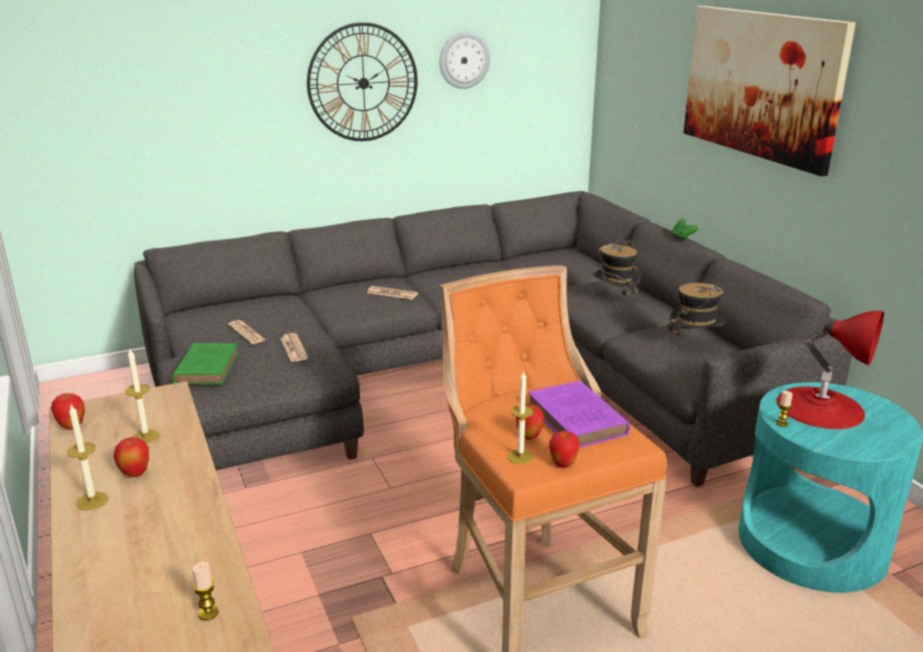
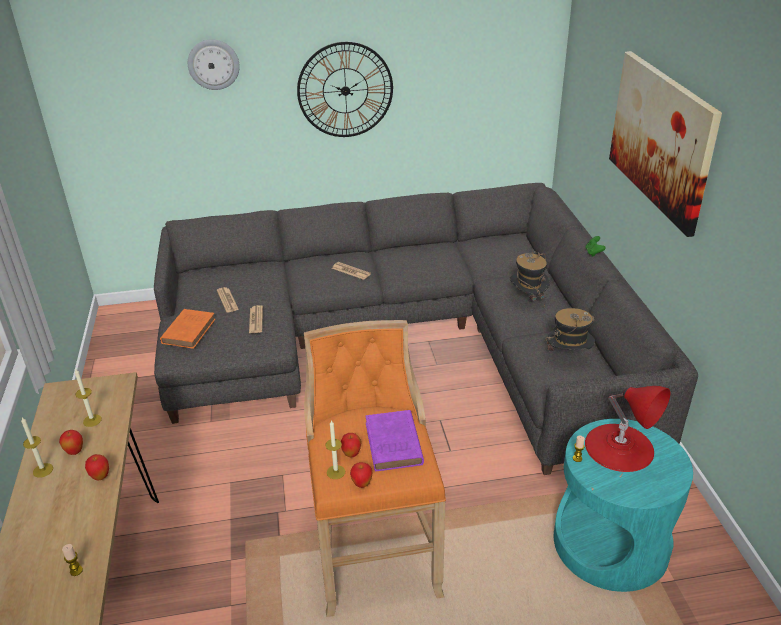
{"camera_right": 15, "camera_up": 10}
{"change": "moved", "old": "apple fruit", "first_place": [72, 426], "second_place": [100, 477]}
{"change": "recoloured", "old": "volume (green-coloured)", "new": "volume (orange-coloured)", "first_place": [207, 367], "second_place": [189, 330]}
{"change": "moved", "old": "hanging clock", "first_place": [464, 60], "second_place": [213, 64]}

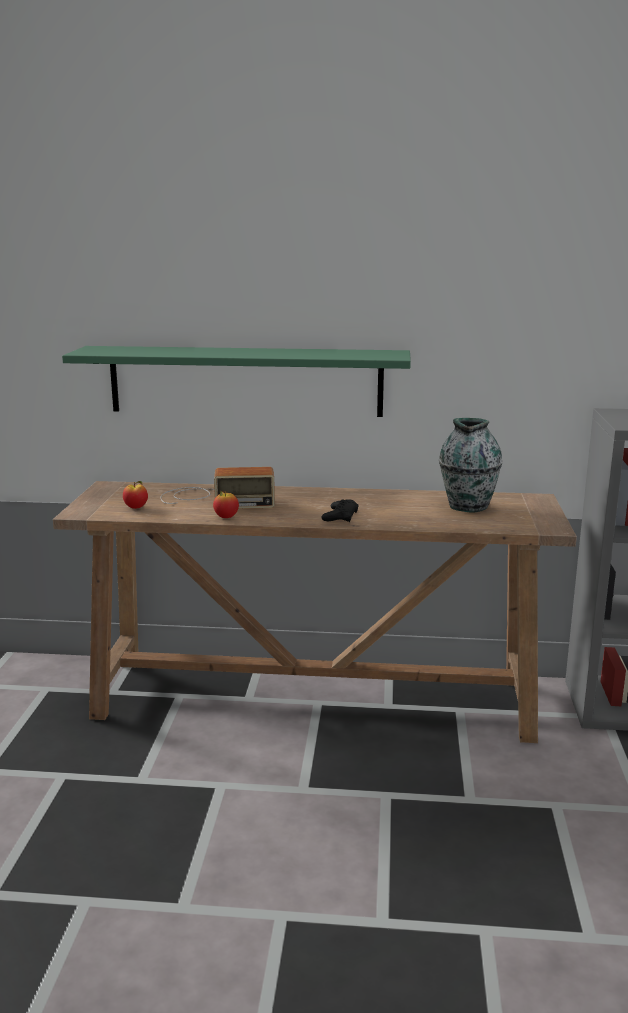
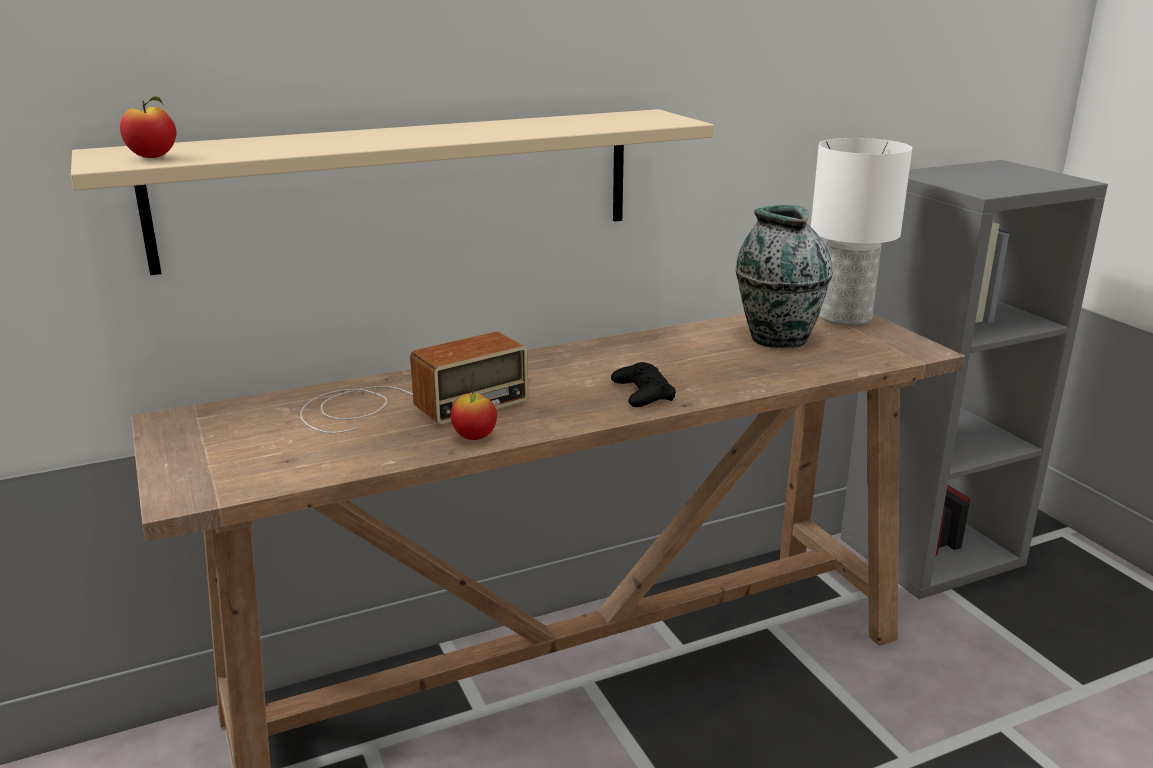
{"camera_right": -30, "camera_up": 5}
{"change": "recoloured", "old": "shelf (green-coloured)", "new": "shelf (beige-coloured)", "first_place": [245, 381], "second_place": [403, 187]}
{"change": "moved", "old": "apple fruit", "first_place": [136, 508], "second_place": [153, 157]}
{"change": "added", "new": "table lamp (whitish)", "second_place": [846, 317]}

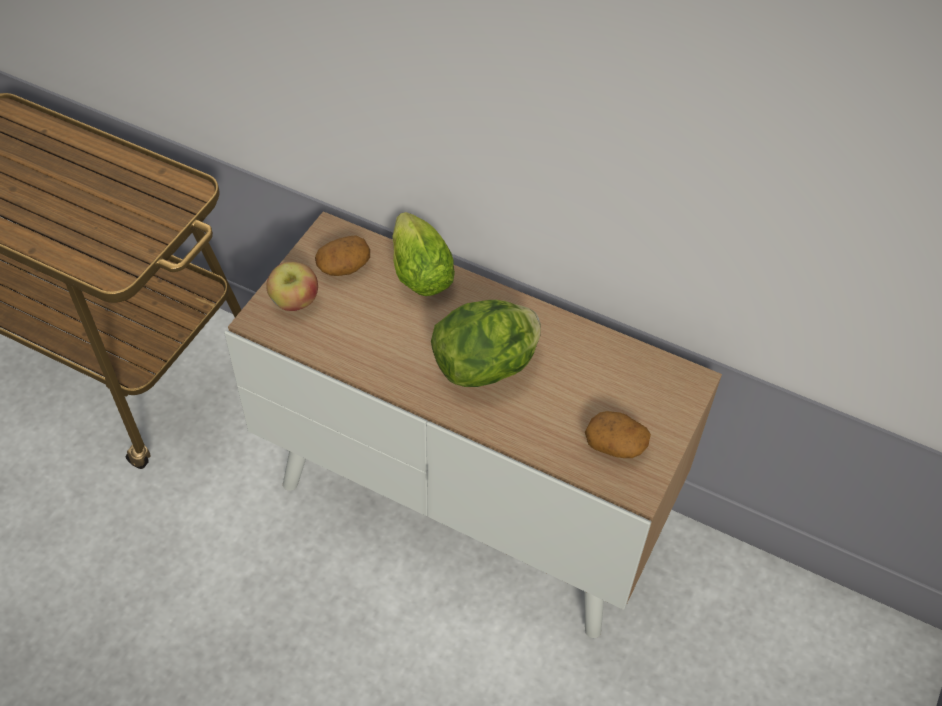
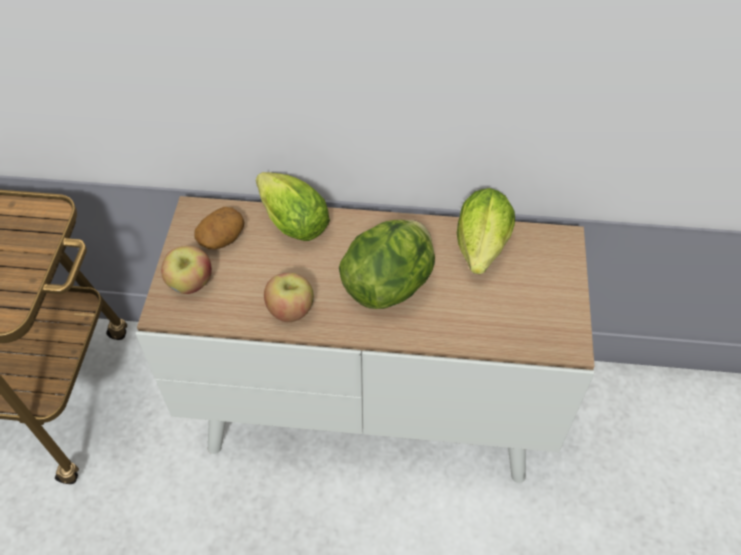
{"camera_right": -20, "camera_up": 0}
{"change": "removed", "old": "potato", "first_place": [616, 444]}
{"change": "added", "new": "apple fruit", "second_place": [291, 310]}
{"change": "added", "new": "head of lettuce", "second_place": [480, 251]}

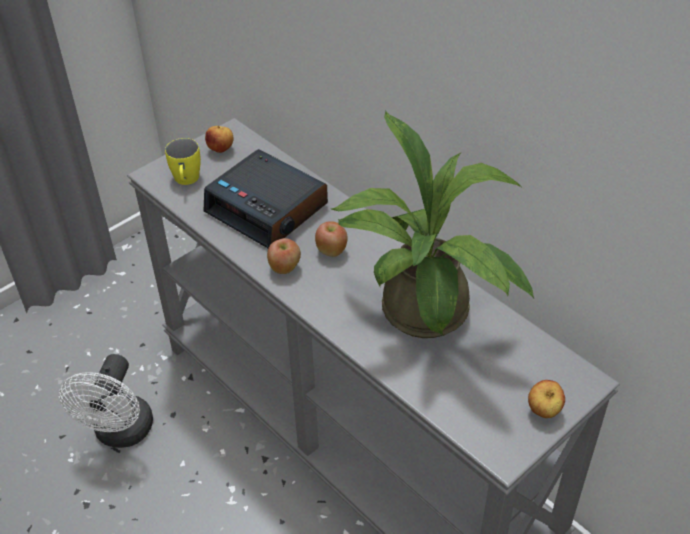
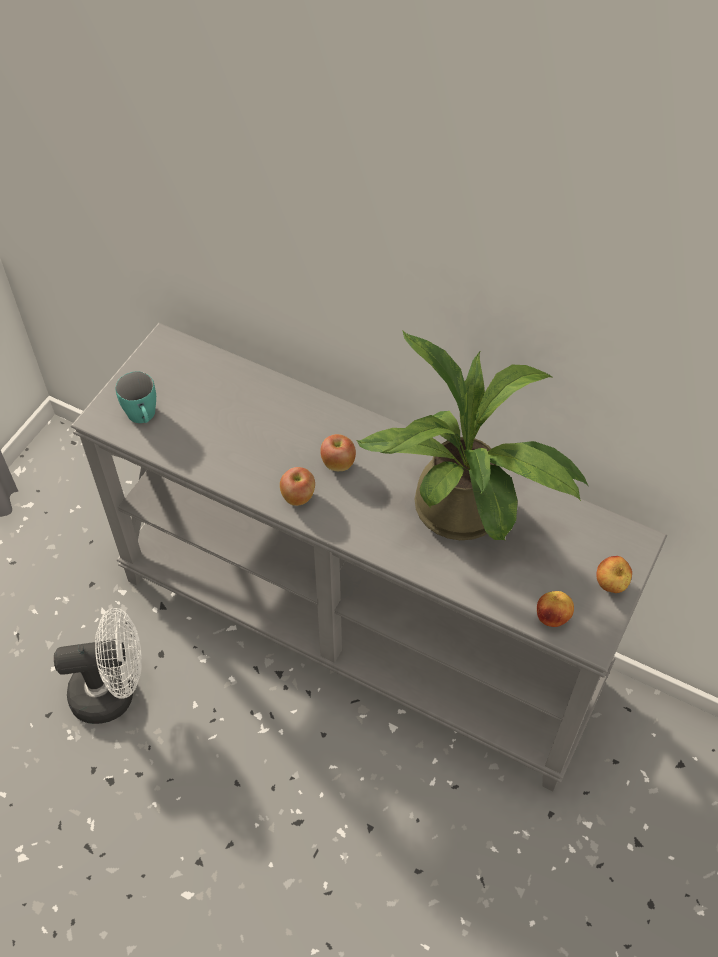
{"camera_right": -20, "camera_up": 10}
{"change": "turned", "old": "electric fan (whitish)", "first_place": [121, 433], "second_place": [113, 692], "degrees": -90}
{"change": "recoloured", "old": "tea mug (yellowish)", "new": "tea mug (blue-green)", "first_place": [186, 181], "second_place": [143, 417]}
{"change": "removed", "old": "bedside clock", "first_place": [268, 208]}
{"change": "moved", "old": "apple fruit", "first_place": [221, 149], "second_place": [552, 617]}

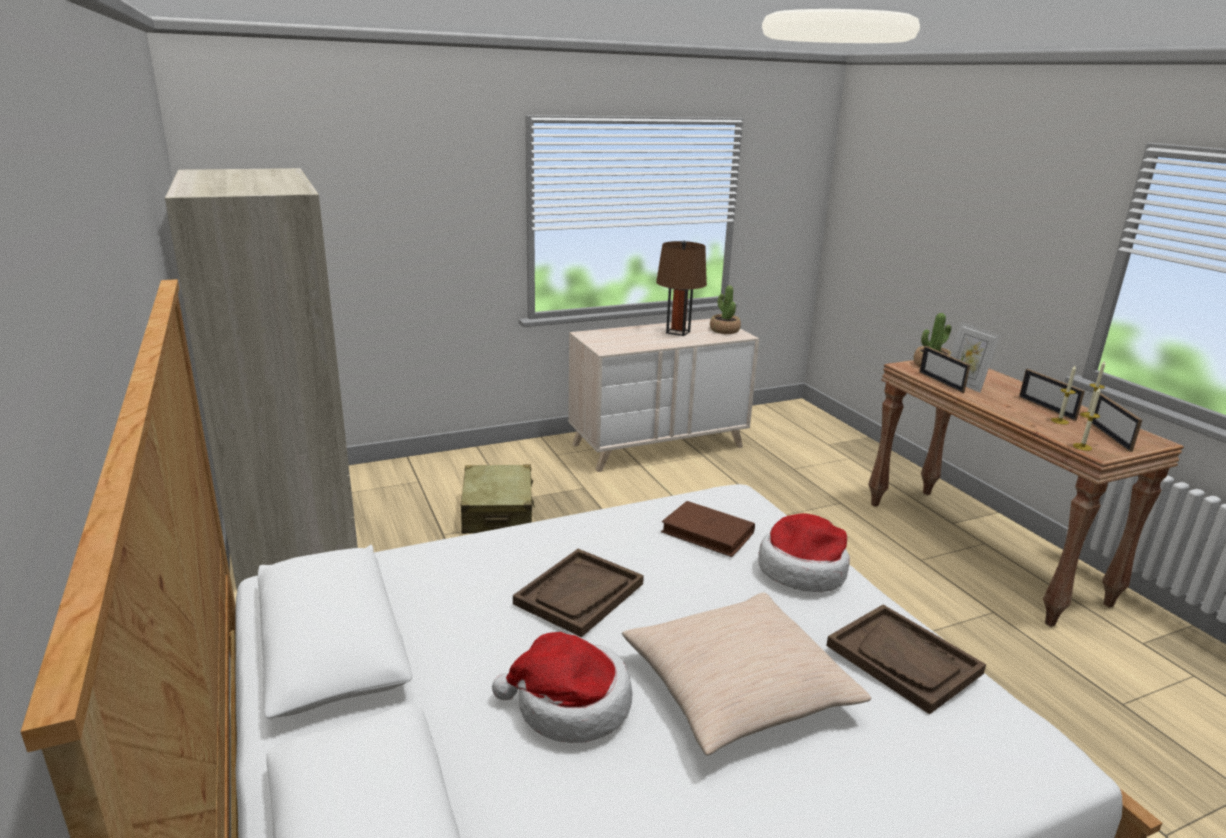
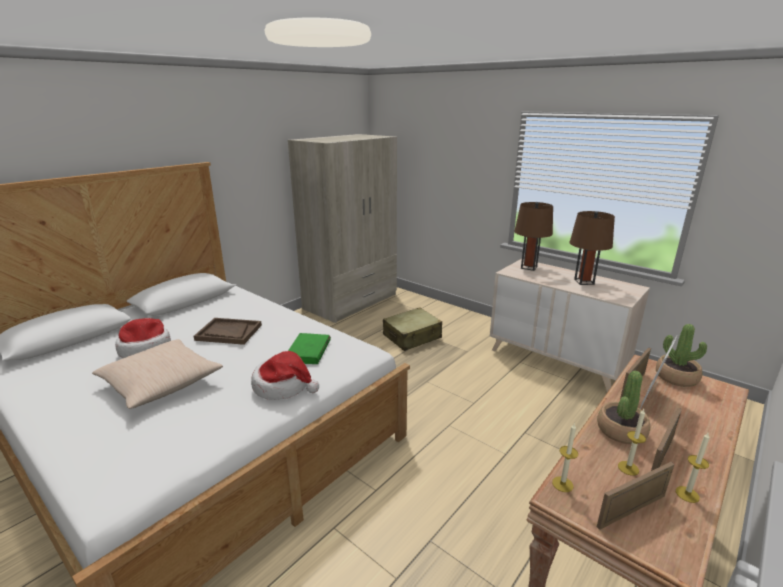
{"camera_right": 65, "camera_up": 0}
{"change": "recoloured", "old": "volume (brownish)", "new": "volume (green-coloured)", "first_place": [708, 533], "second_place": [308, 351]}
{"change": "moved", "old": "plant in a pot", "first_place": [724, 330], "second_place": [621, 431]}
{"change": "removed", "old": "carrying tray (brownish)", "first_place": [903, 659]}
{"change": "added", "new": "table lamp (brownish)", "second_place": [528, 267]}

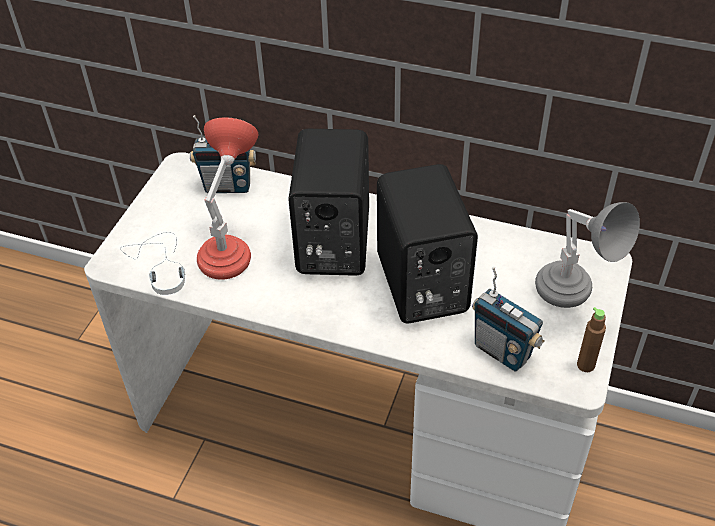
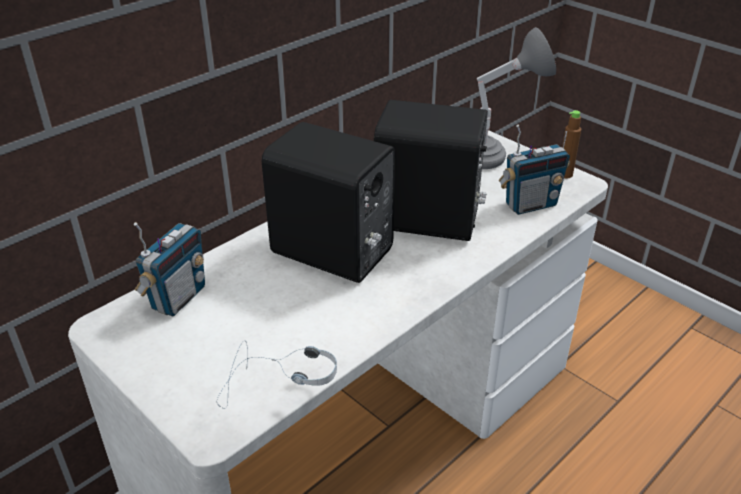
{"camera_right": -65, "camera_up": -10}
{"change": "removed", "old": "table lamp (reddish)", "first_place": [231, 249]}

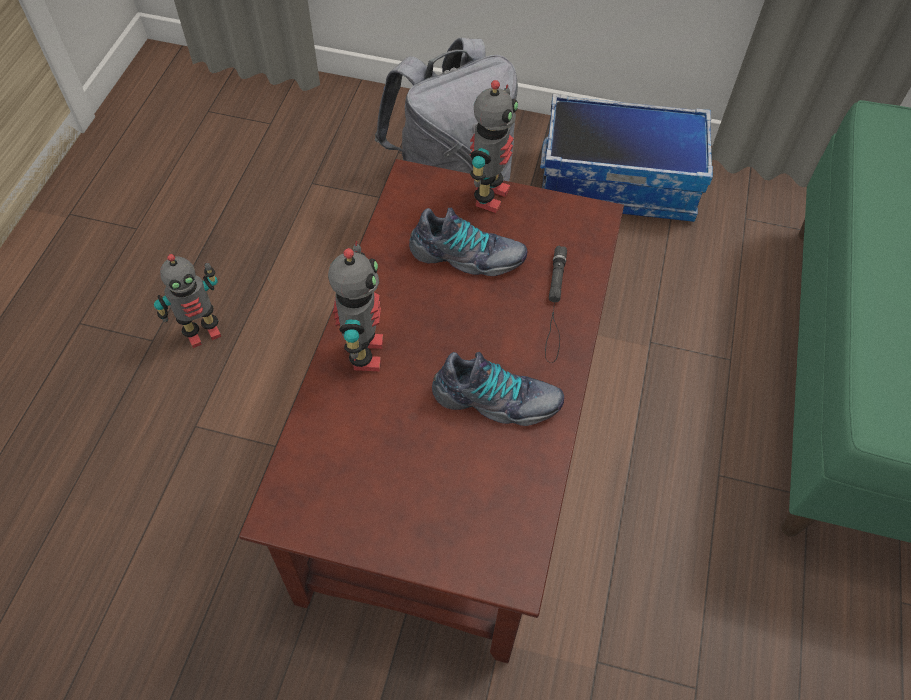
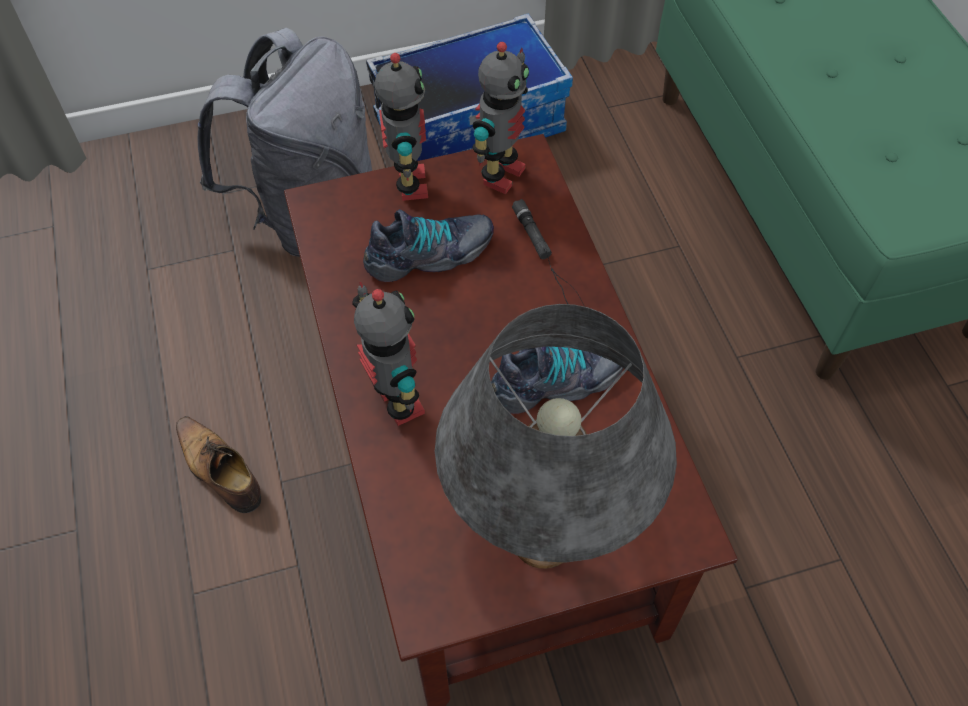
{"camera_right": -30, "camera_up": 0}
{"change": "moved", "old": "robot figure", "first_place": [202, 333], "second_place": [500, 175]}
{"change": "added", "new": "item of footwear", "second_place": [220, 470]}
{"change": "added", "new": "table lamp (grey)", "second_place": [542, 536]}

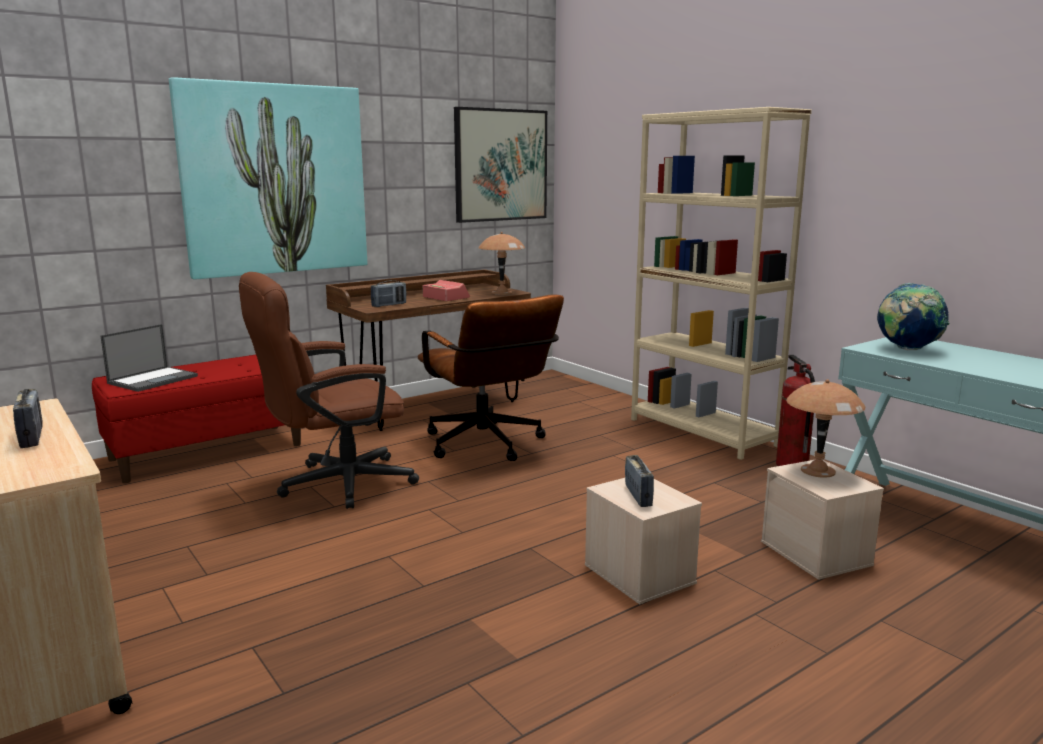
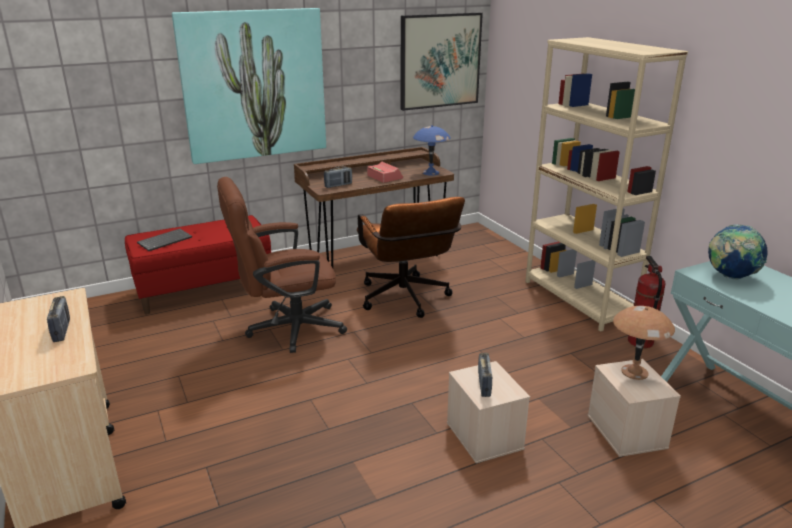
{"camera_right": 10, "camera_up": 10}
{"change": "replaced", "old": "laptop", "new": "keyboard", "first_place": [153, 379], "second_place": [165, 240]}
{"change": "recoloured", "old": "table lamp (brownish)", "new": "table lamp (blue-coloured)", "first_place": [501, 293], "second_place": [430, 172]}

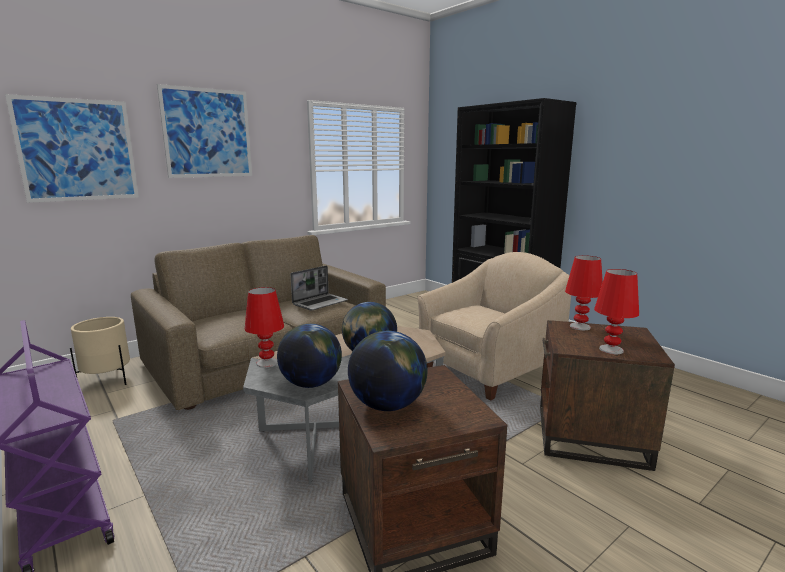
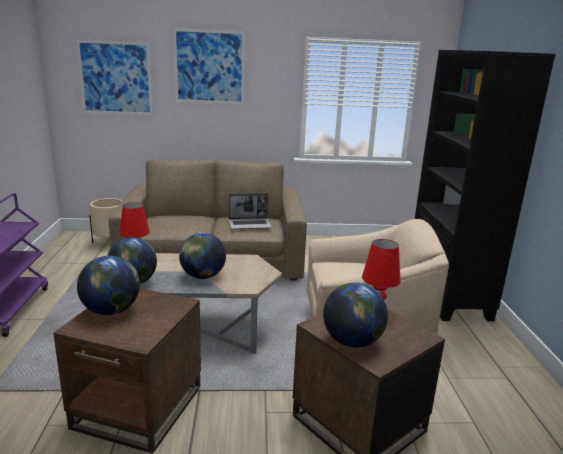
{"camera_right": 35, "camera_up": 5}
{"change": "replaced", "old": "table lamp (reddish)", "new": "globe", "first_place": [611, 349], "second_place": [352, 341]}

